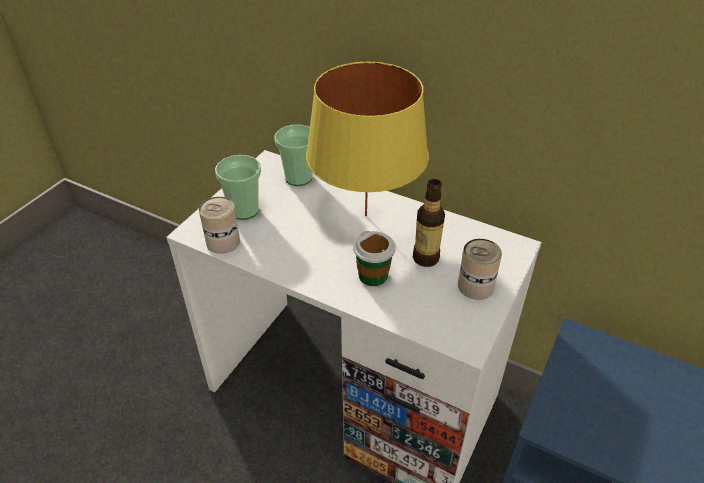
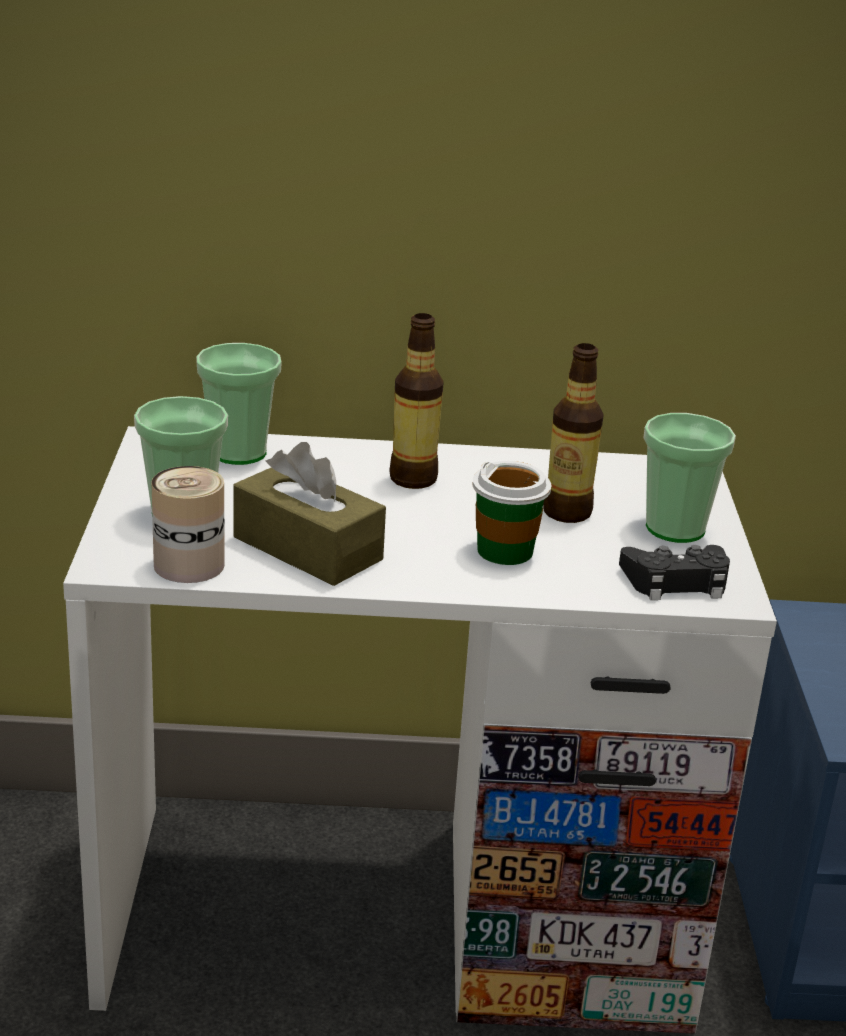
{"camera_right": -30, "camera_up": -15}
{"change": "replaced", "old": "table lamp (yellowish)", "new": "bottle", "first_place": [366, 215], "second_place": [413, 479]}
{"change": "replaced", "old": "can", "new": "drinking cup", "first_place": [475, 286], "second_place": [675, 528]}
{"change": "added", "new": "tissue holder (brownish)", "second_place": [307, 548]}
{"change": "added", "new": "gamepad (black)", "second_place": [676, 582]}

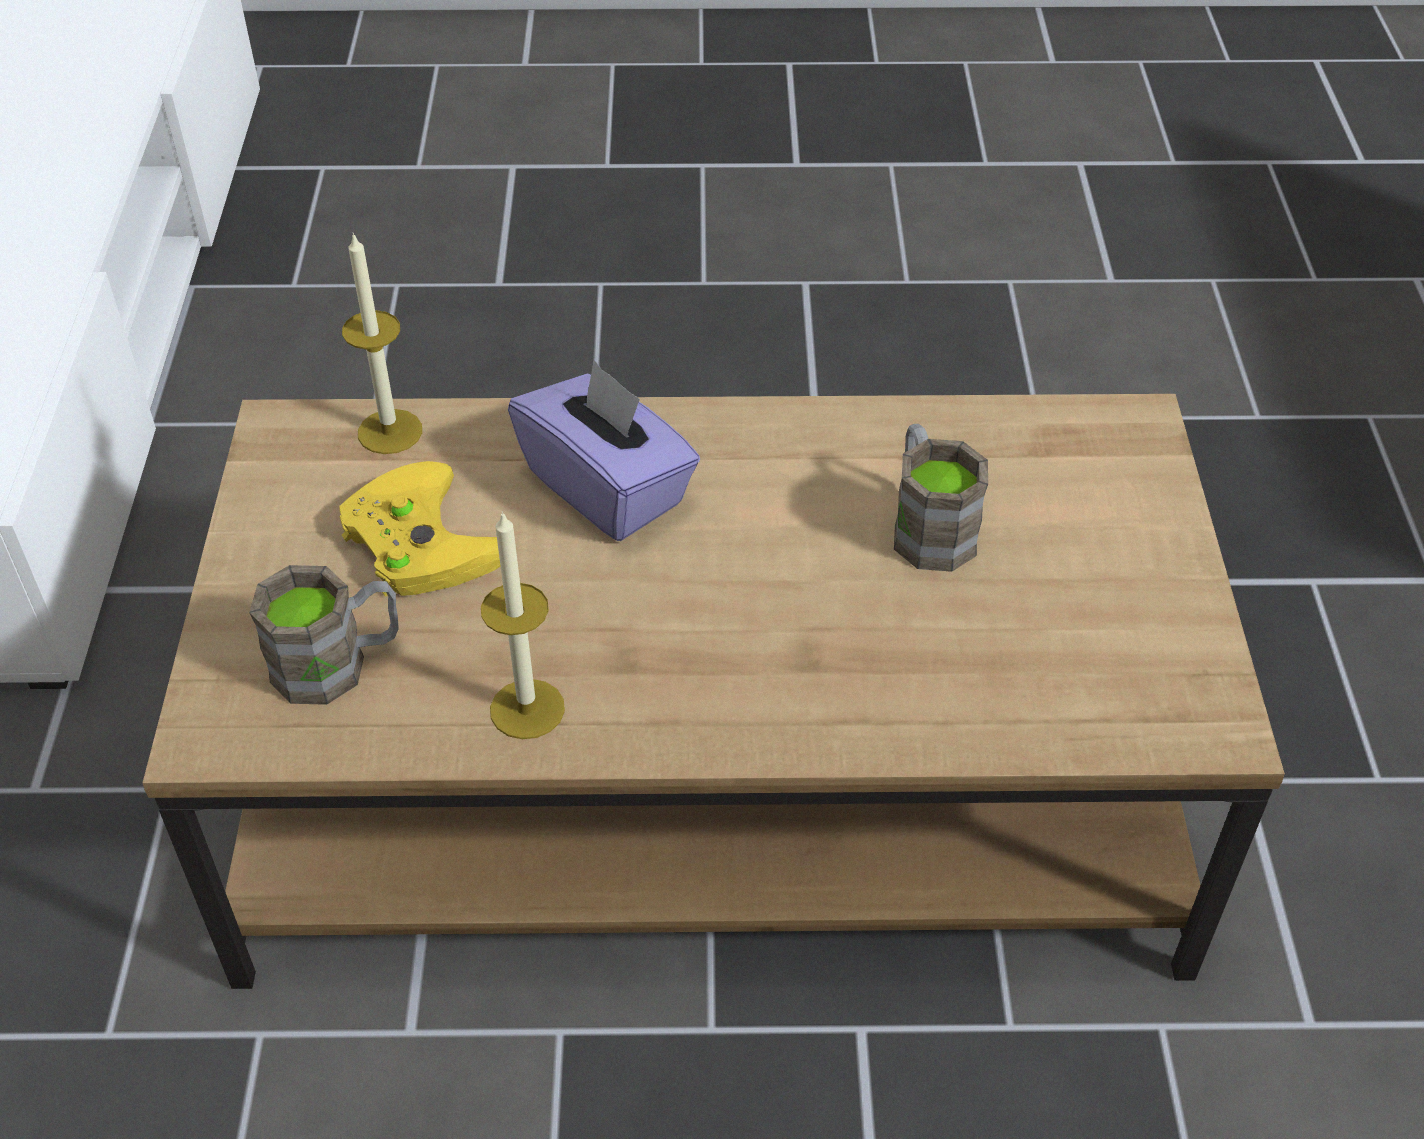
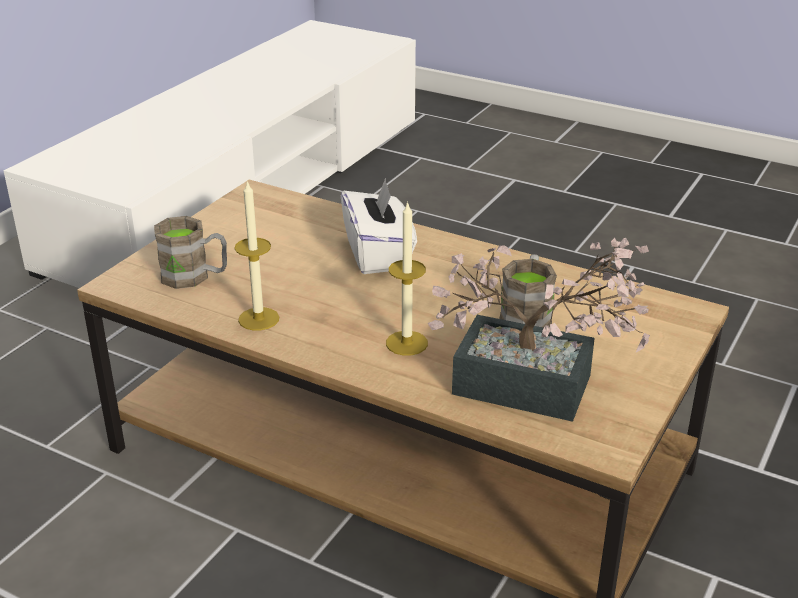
{"camera_right": 30, "camera_up": -15}
{"change": "removed", "old": "gamepad (yellowish)", "first_place": [414, 539]}
{"change": "moved", "old": "wax candle", "first_place": [390, 431], "second_place": [406, 343]}
{"change": "recoloured", "old": "tissue holder (purplish)", "new": "tissue holder (whitish)", "first_place": [608, 488], "second_place": [378, 254]}
{"change": "added", "new": "plant in a pot", "second_place": [538, 389]}

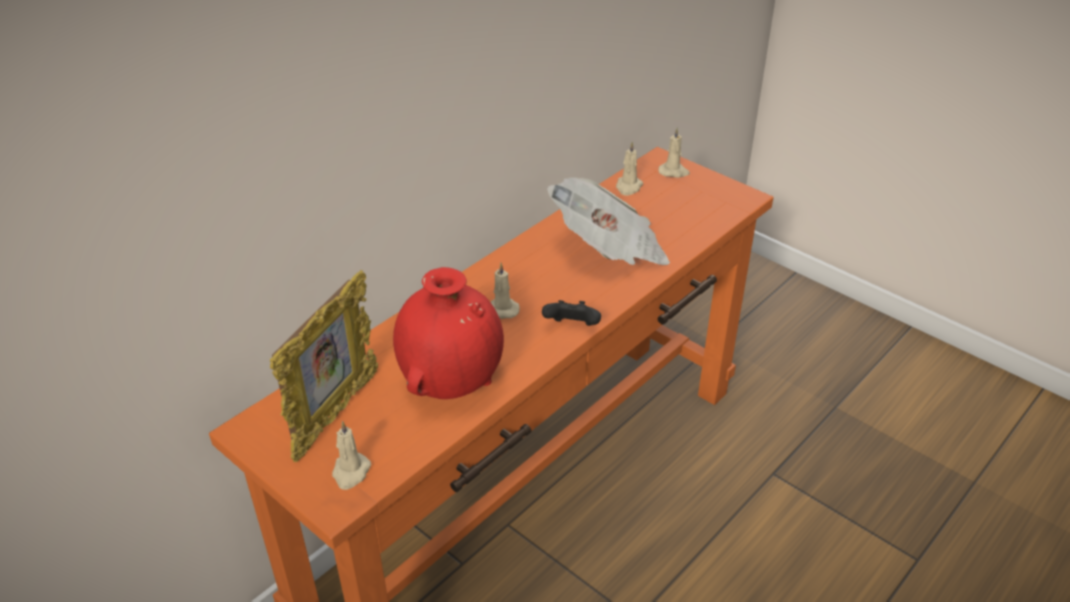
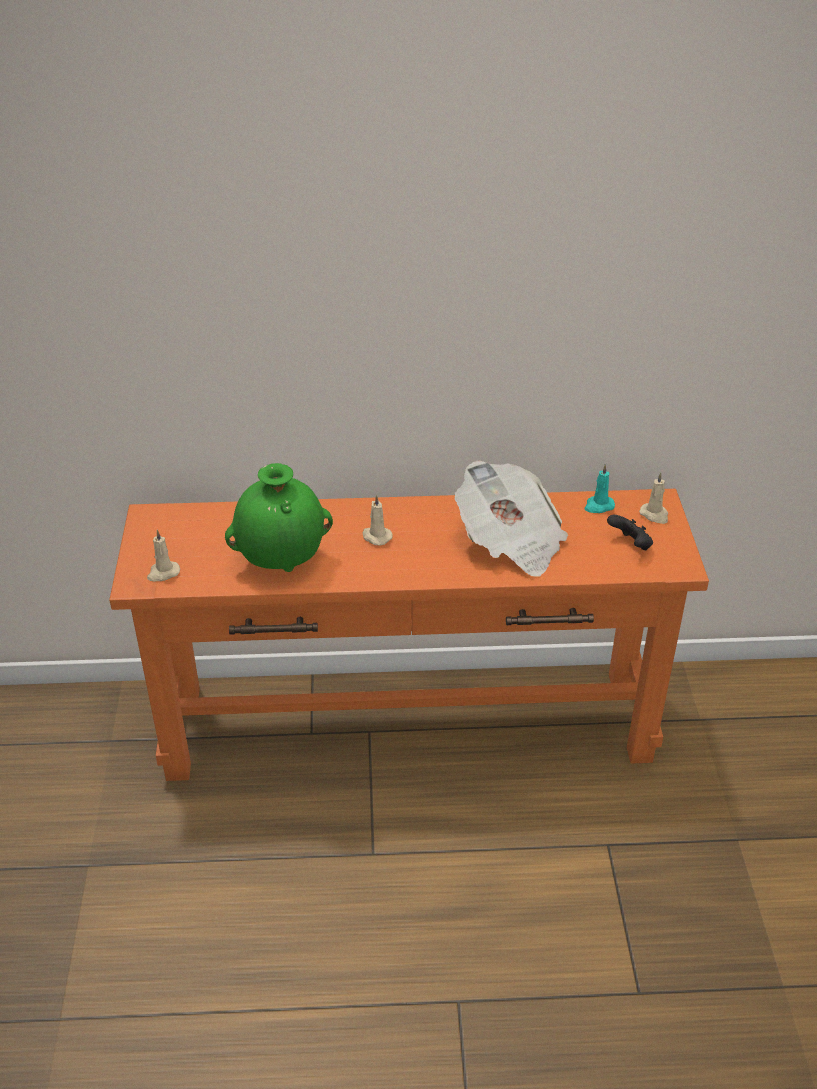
{"camera_right": 45, "camera_up": 0}
{"change": "removed", "old": "standing frame", "first_place": [335, 415]}
{"change": "recoloured", "old": "decorative vase (reddish)", "new": "decorative vase (green-coloured)", "first_place": [452, 383], "second_place": [283, 561]}
{"change": "moved", "old": "gamepad (black)", "first_place": [572, 327], "second_place": [630, 545]}
{"change": "recoloured", "old": "wax candle (beige-coloured)", "new": "wax candle (blue-green)", "first_place": [628, 187], "second_place": [598, 506]}

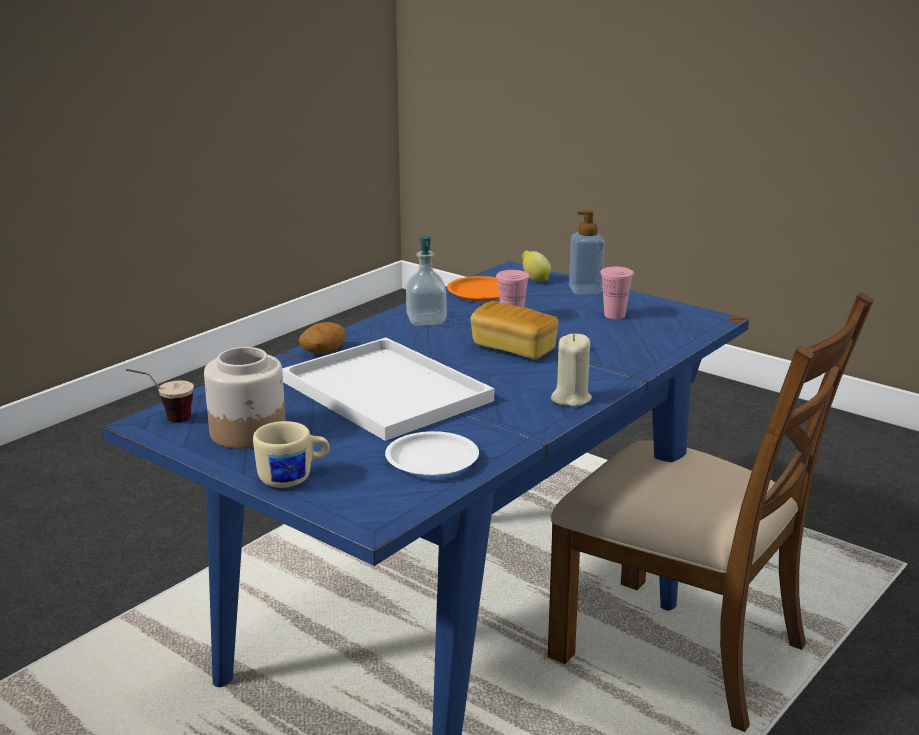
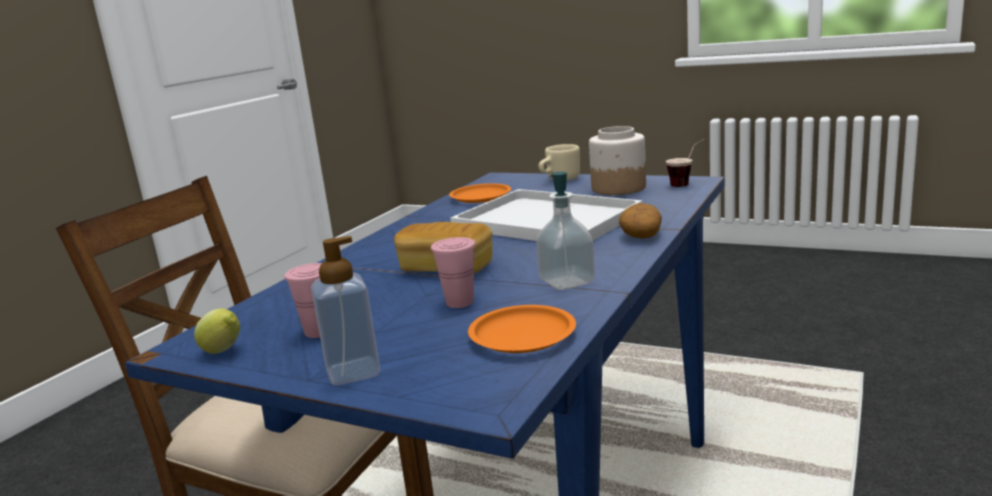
{"camera_right": 170, "camera_up": -5}
{"change": "recoloured", "old": "dinner plate (whitish)", "new": "dinner plate (orange-coloured)", "first_place": [432, 461], "second_place": [480, 197]}
{"change": "moved", "old": "citrus fruit", "first_place": [535, 280], "second_place": [224, 351]}
{"change": "removed", "old": "wax candle (beige-coloured)", "first_place": [571, 398]}

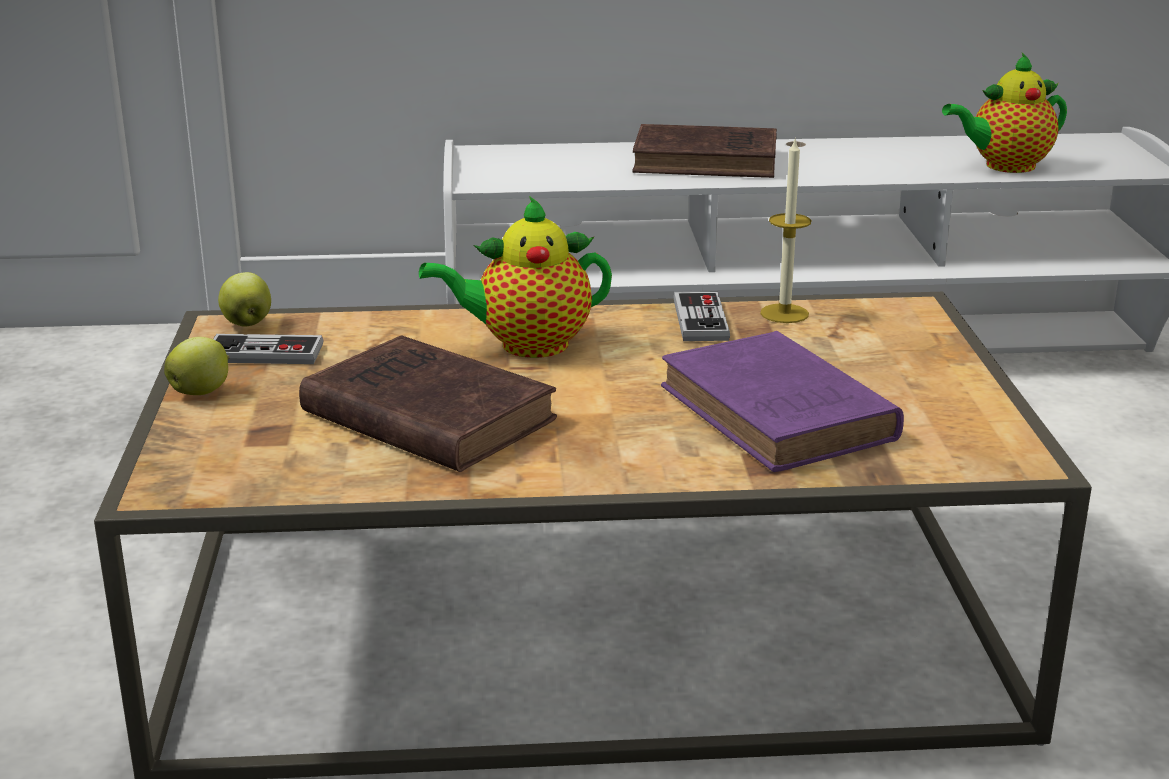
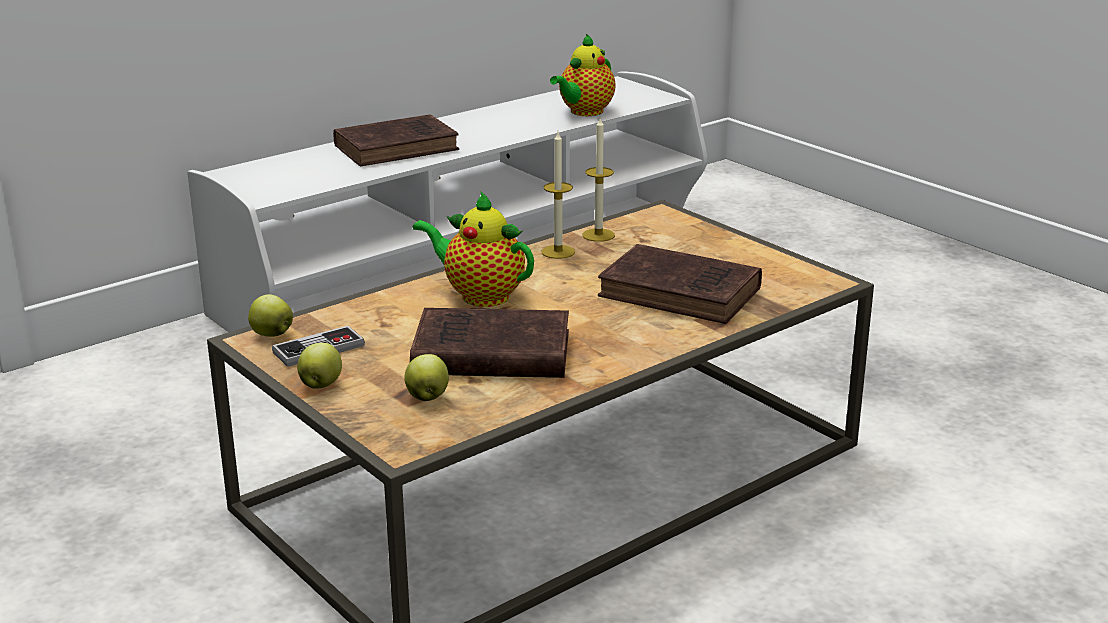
{"camera_right": -35, "camera_up": 0}
{"change": "turned", "old": "tea pot", "first_place": [526, 345], "second_place": [480, 295], "degrees": 75}
{"change": "recoloured", "old": "volume (purplish)", "new": "volume (brownish)", "first_place": [780, 416], "second_place": [683, 293]}
{"change": "replaced", "old": "gamepad", "new": "wax candle", "first_place": [700, 320], "second_place": [558, 252]}
{"change": "added", "new": "apple fruit", "second_place": [427, 397]}

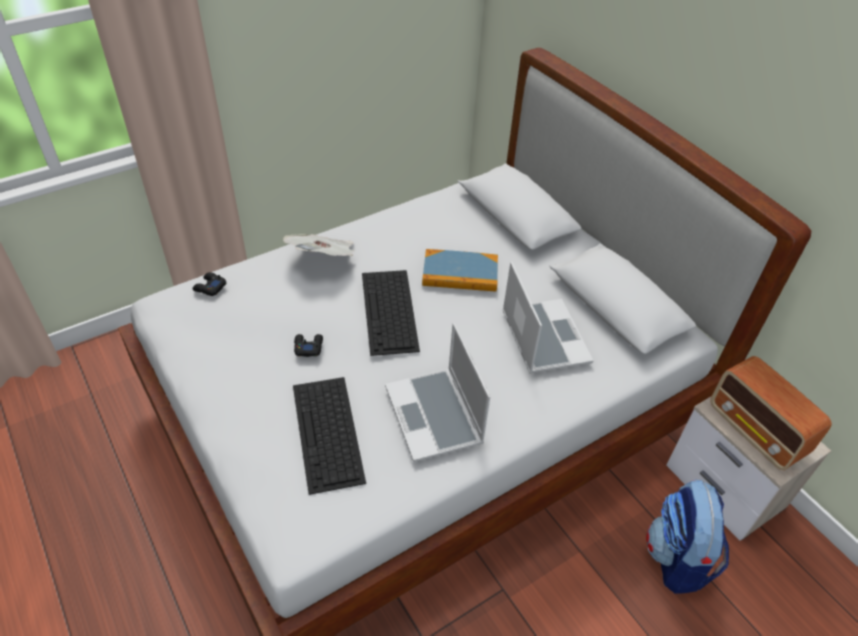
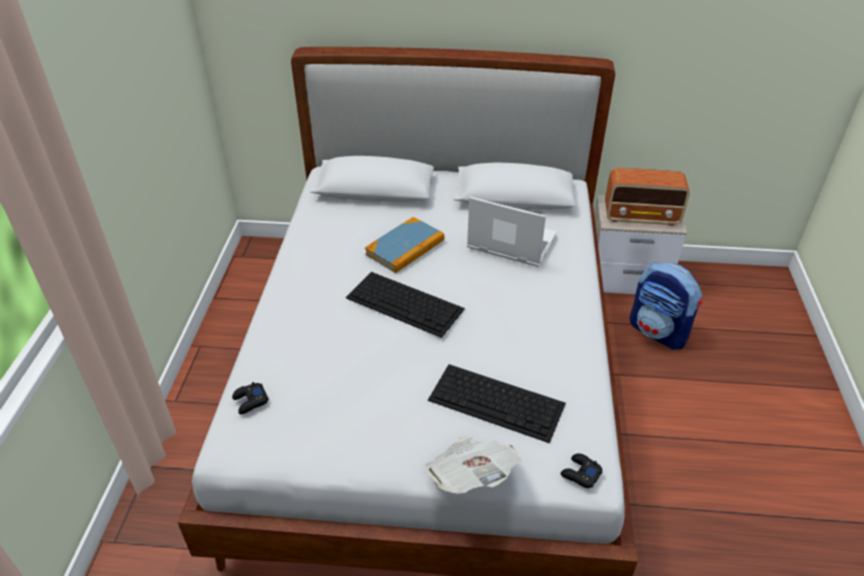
{"camera_right": -50, "camera_up": -5}
{"change": "moved", "old": "printed paper", "first_place": [324, 258], "second_place": [471, 476]}
{"change": "moved", "old": "gamepad (black)", "first_place": [308, 347], "second_place": [580, 474]}
{"change": "removed", "old": "laptop", "first_place": [435, 416]}

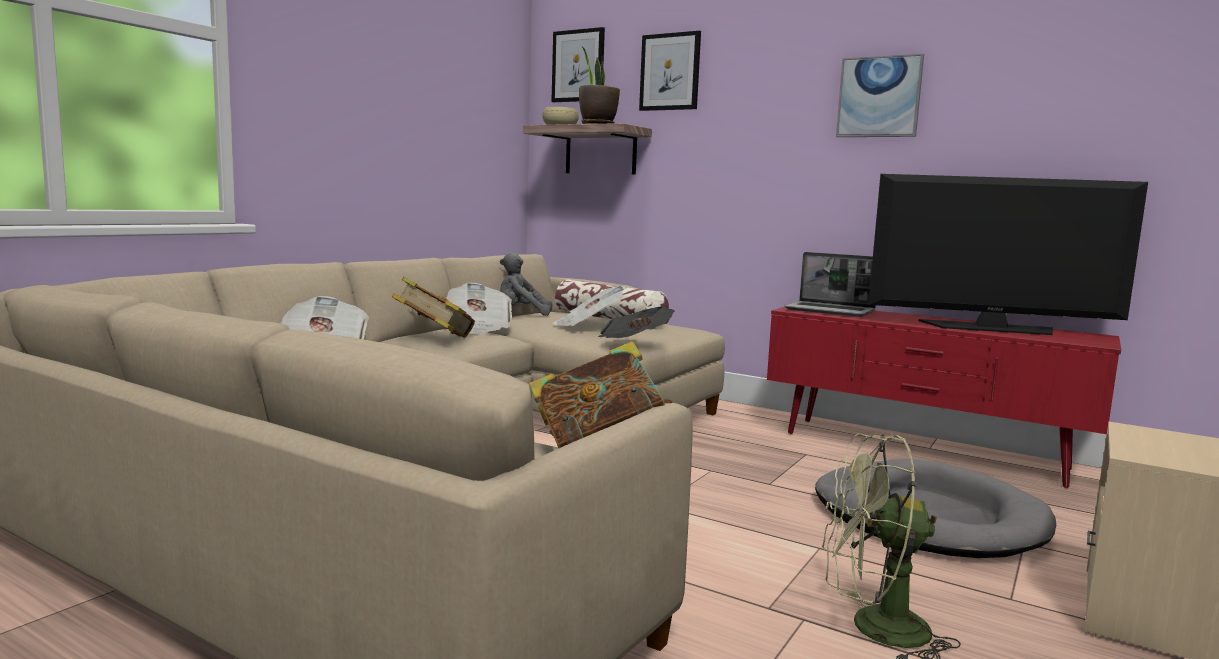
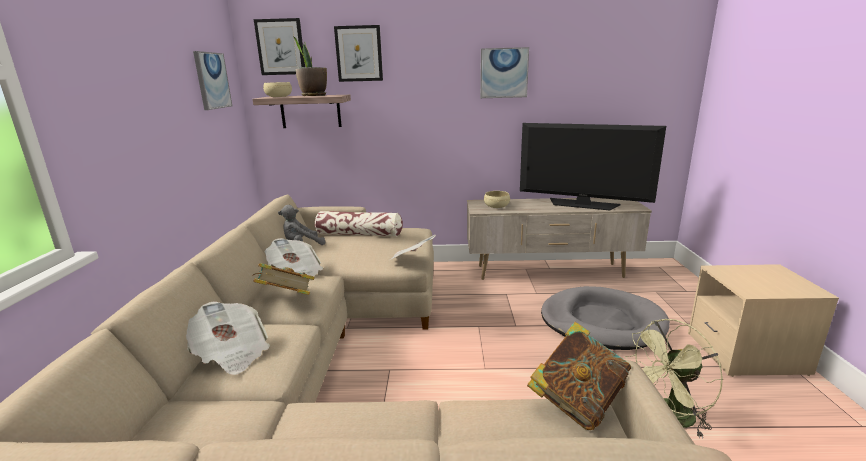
{"camera_right": -30, "camera_up": 10}
{"change": "removed", "old": "printed paper", "first_place": [588, 325]}
{"change": "recoloured", "old": "tv stand (reddish)", "new": "tv stand (beige-coloured)", "first_place": [921, 451], "second_place": [549, 272]}
{"change": "replaced", "old": "laptop", "new": "serving bowl (beige-coloured)", "first_place": [831, 311], "second_place": [496, 206]}
{"change": "turned", "old": "TV set", "first_place": [991, 328], "second_place": [582, 204], "degrees": 45}
{"change": "added", "new": "wall art", "second_place": [212, 80]}

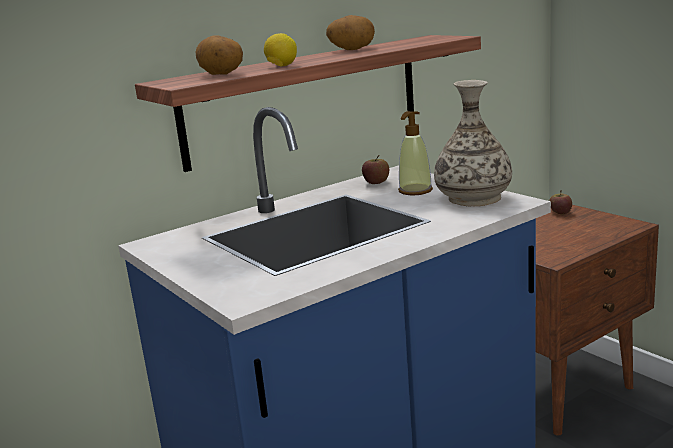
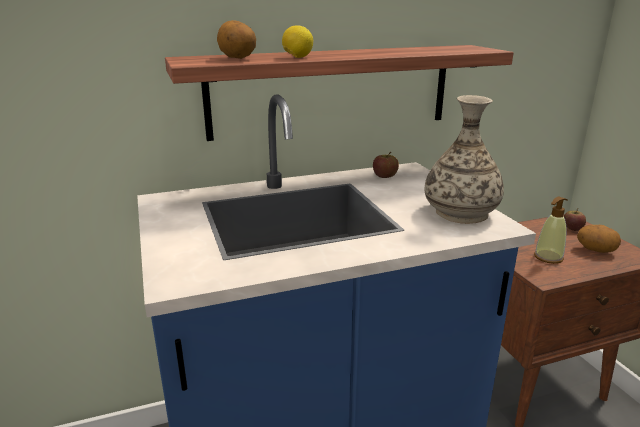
{"camera_right": 15, "camera_up": 5}
{"change": "moved", "old": "potato", "first_place": [352, 49], "second_place": [595, 250]}
{"change": "moved", "old": "liquid soap bottle", "first_place": [415, 191], "second_place": [548, 257]}

